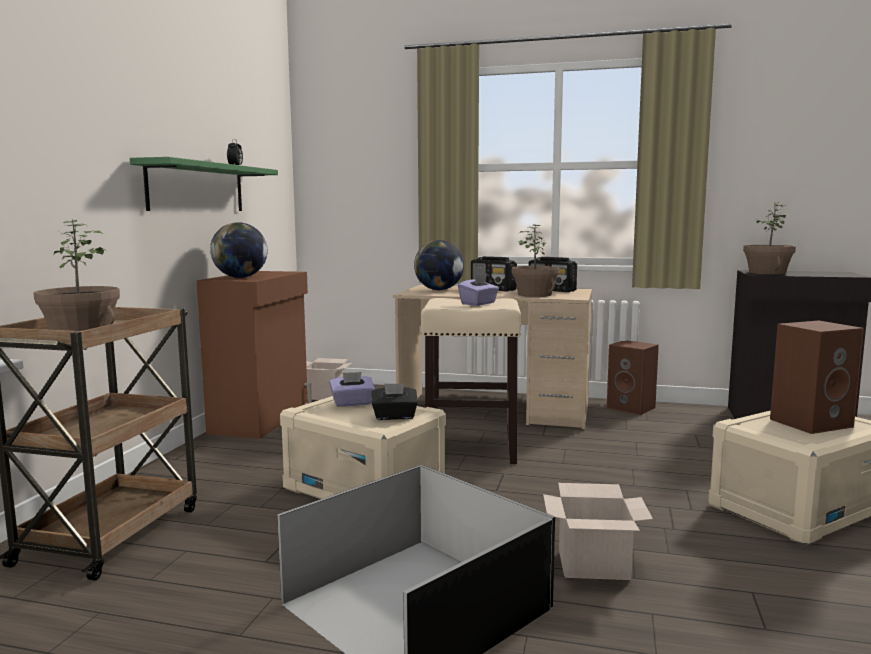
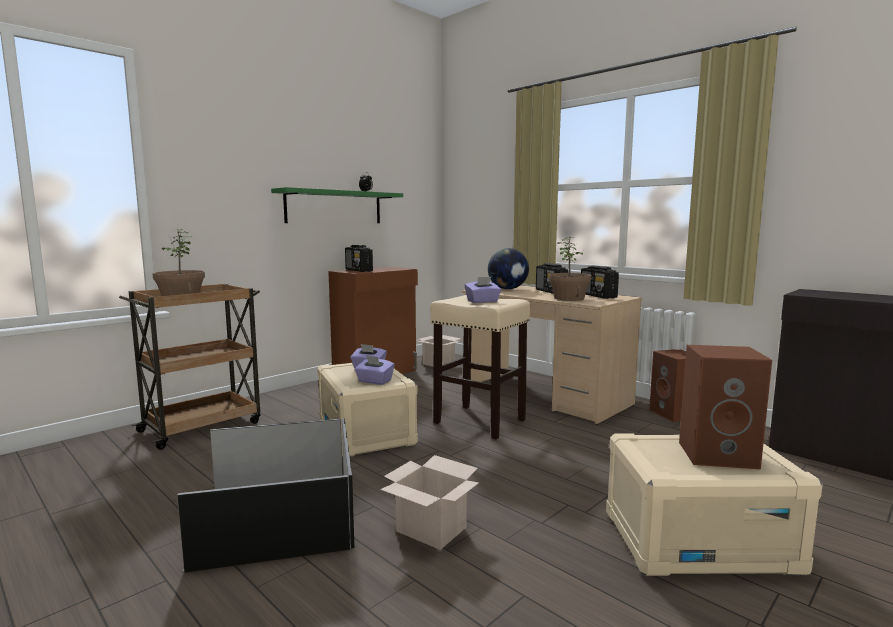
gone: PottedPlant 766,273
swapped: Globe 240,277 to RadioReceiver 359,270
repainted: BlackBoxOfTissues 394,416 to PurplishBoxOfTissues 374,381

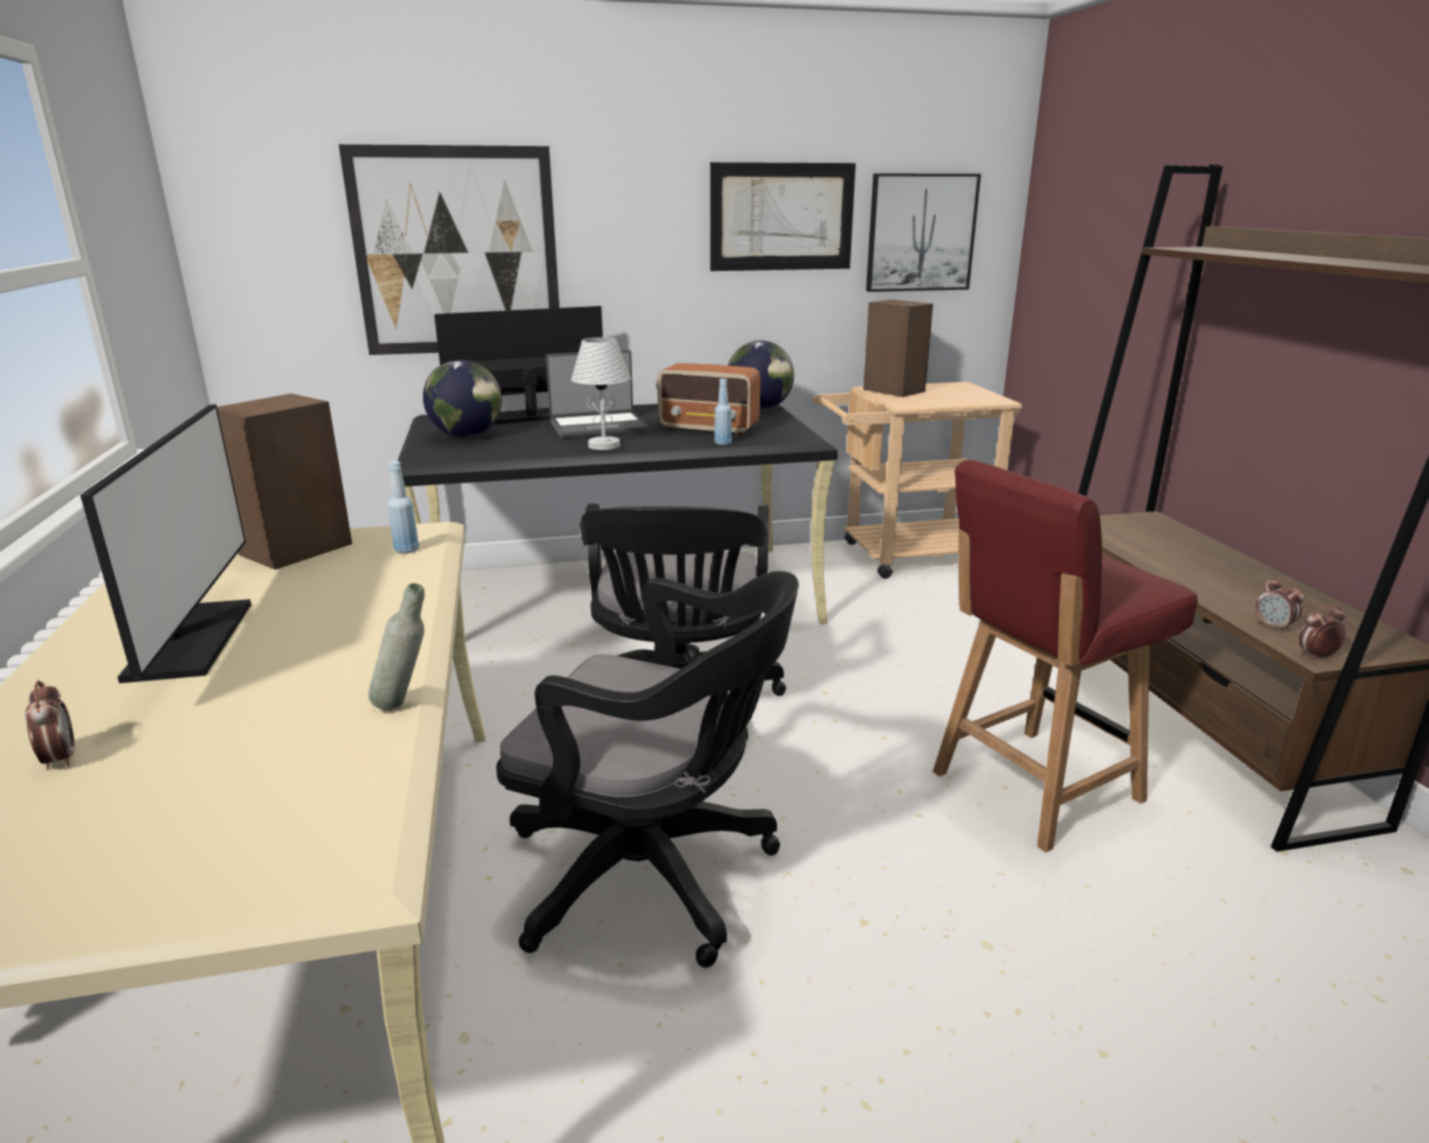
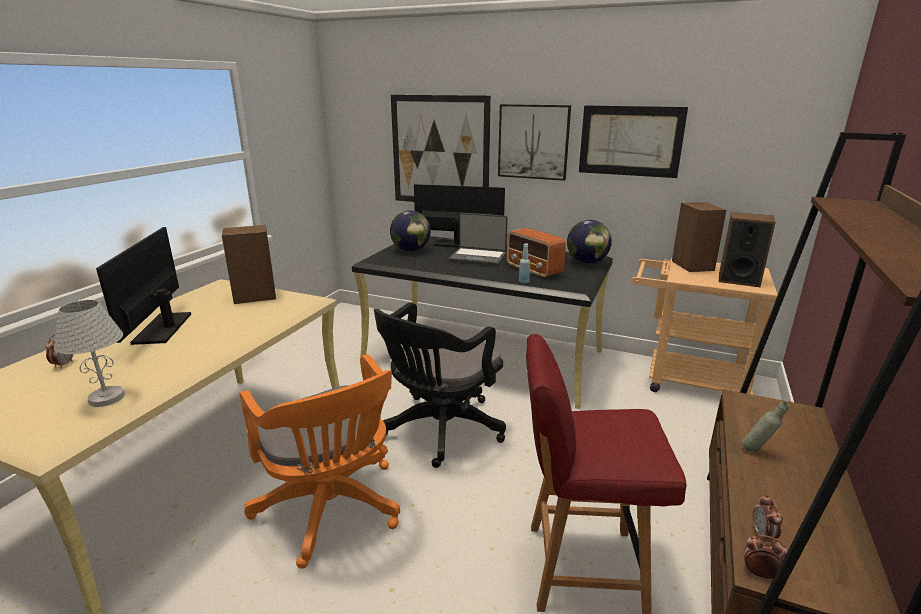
gone: BlueBottle 406,550
new: Loudspeaker 738,280
shifted: WallArt 920,233 to 533,142; WhitishTableLamp 604,445 to 107,397; GreyishBottle 405,705 to 757,452
repainted: BlackComputerChair 654,876 to OrangeColouredComputerChair 332,511
rotated: ComputerDisplay 190,640 = 163,328 150 degrees clockwise

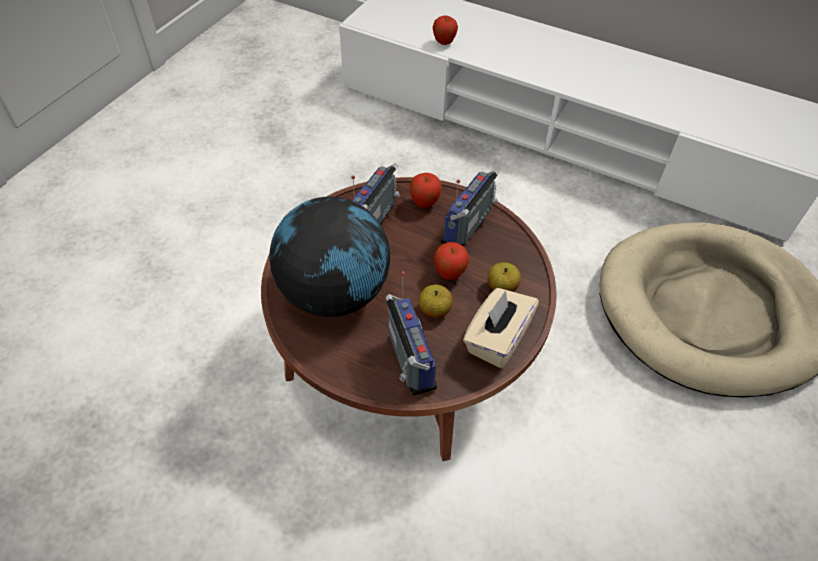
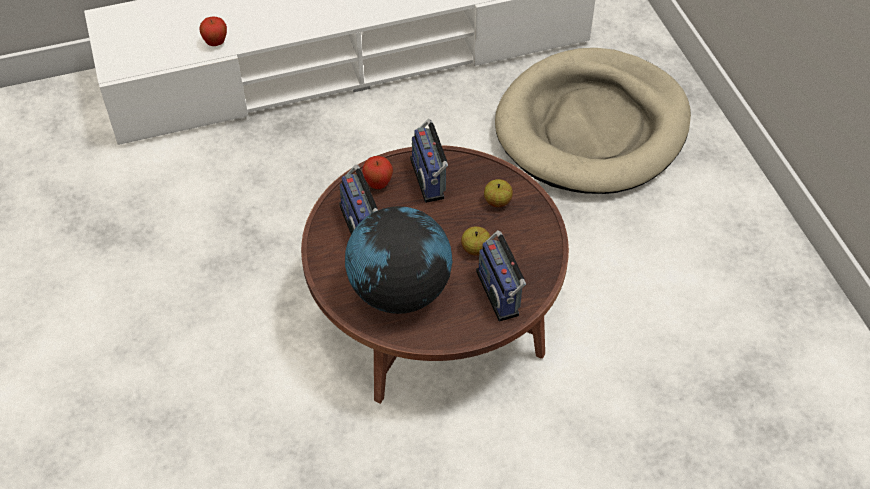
gone: WholeApple 449,274; SandColouredBoxOfTissues 497,339
rotated: RadioReceiver 408,361 = 501,292 135 degrees counterclockwise

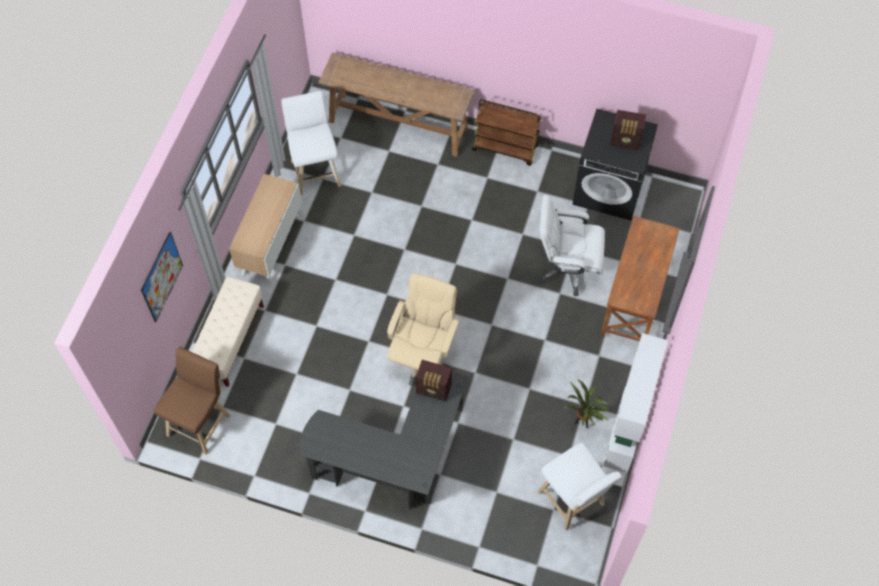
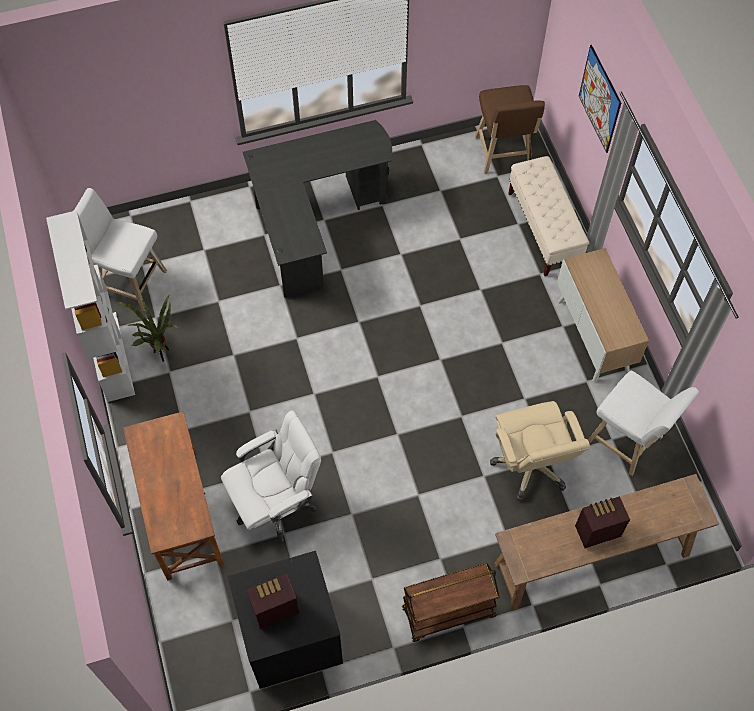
shifted: SandColouredComputerChair 423,356 to 531,466; RadioReceiver 434,389 to 596,530

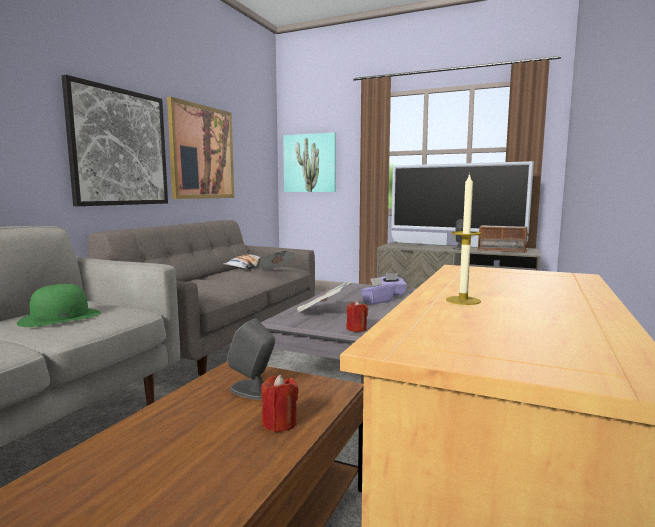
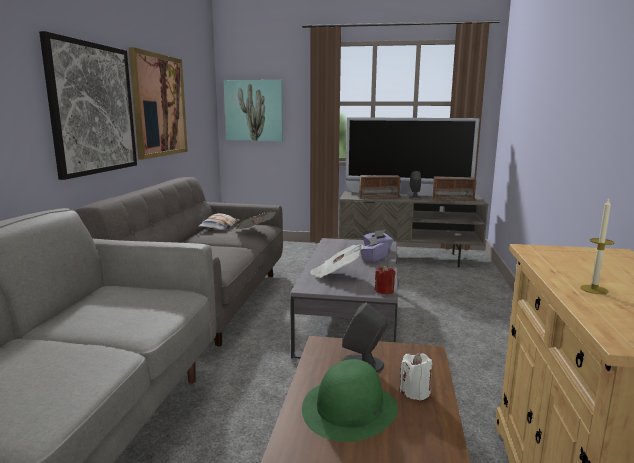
new: RadioReceiver 379,197
shifted: GreenHat 60,317 to 349,408
repainted: ReddishWaxCandle 279,423 to WhitishWaxCandle 415,392

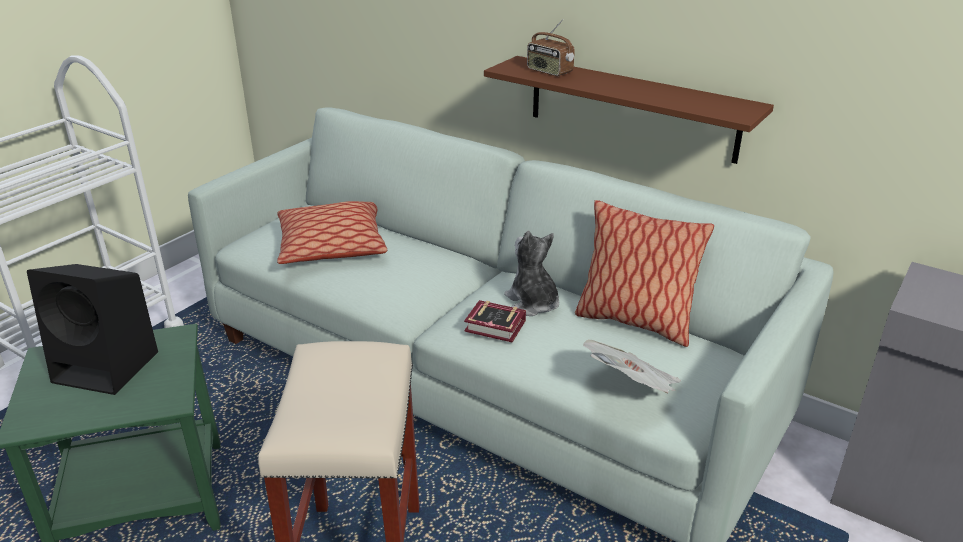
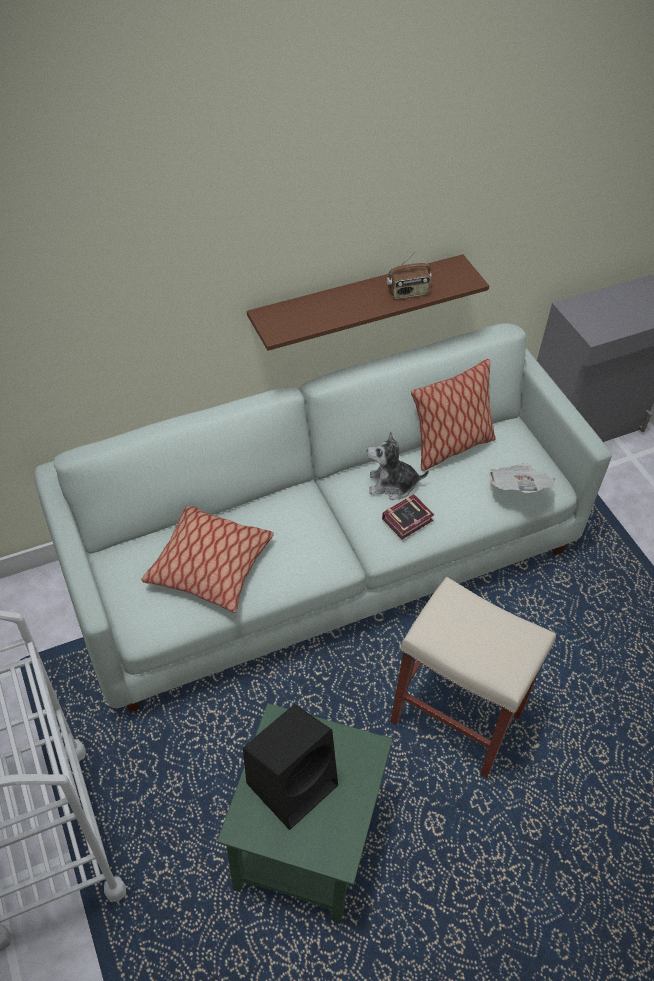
shifted: RadioReceiver 549,72 to 407,292

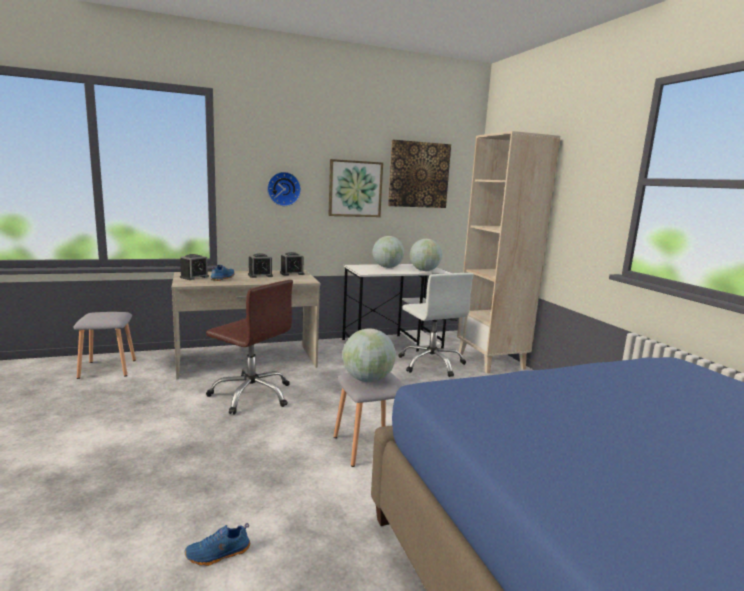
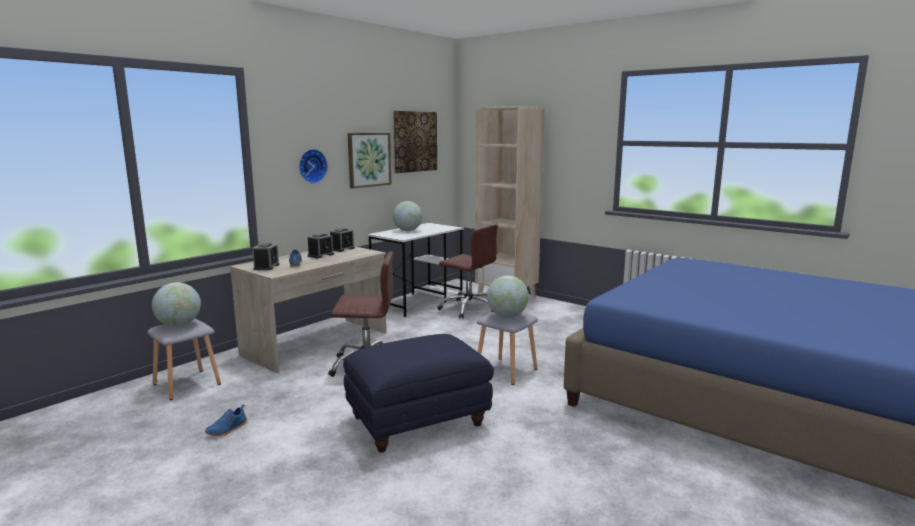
new: BlueFootrest 419,421
shifted: Globe 424,270 to 179,325; BlueLowShoe 218,554 to 227,430
repainted: WhitishComputerChair 431,364 to BrownComputerChair 469,309

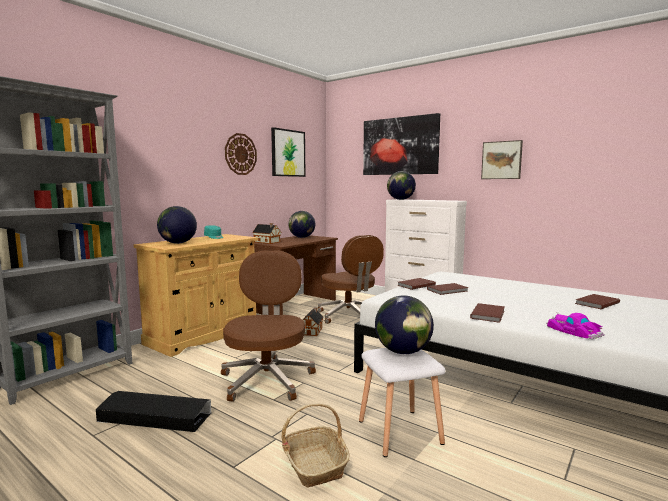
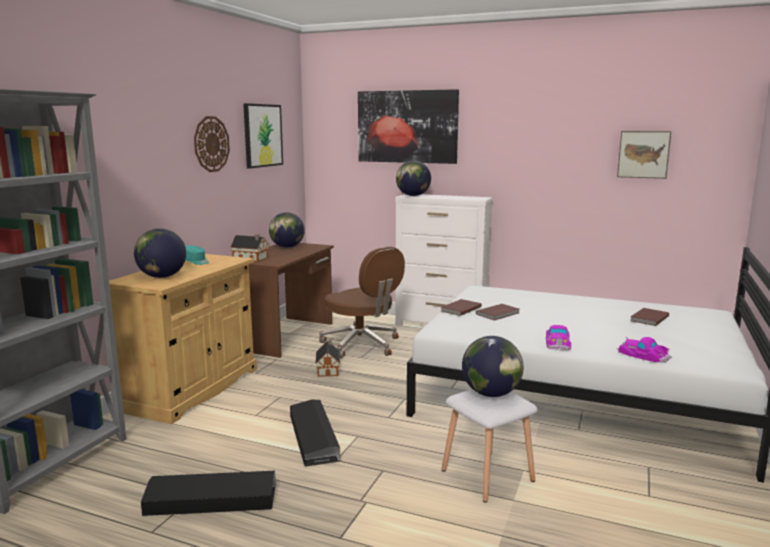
gone: HouseholdBasket 314,464
shifted: WallArt 502,160 to 643,154
swapped: BrownComputerChair 267,379 to BlackStorageContainer 313,437; BrownBoundBook 489,314 to ToyCar 557,342

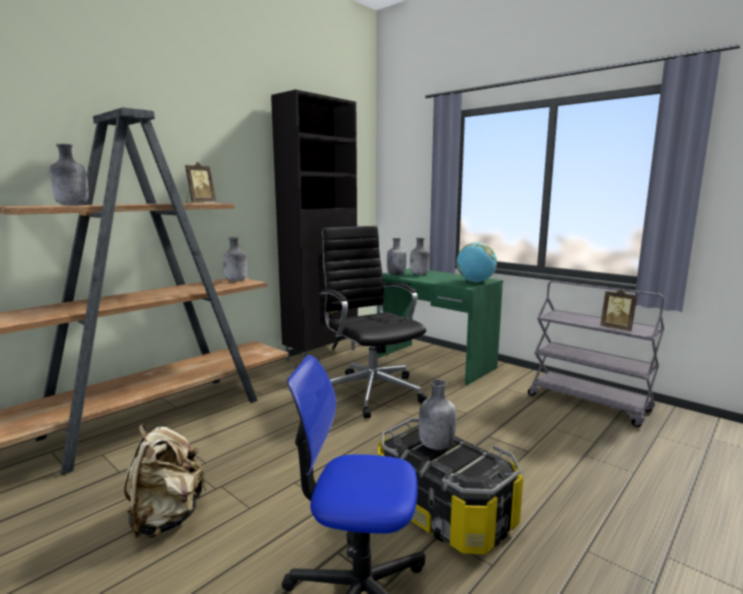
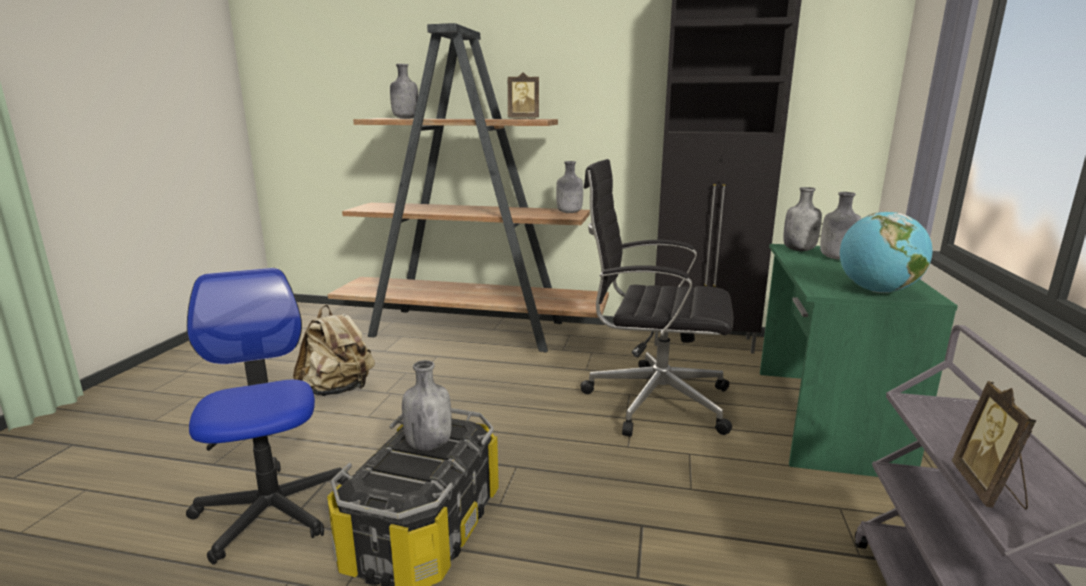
rotated: BlackComputerChair 371,391 = 653,400 105 degrees counterclockwise

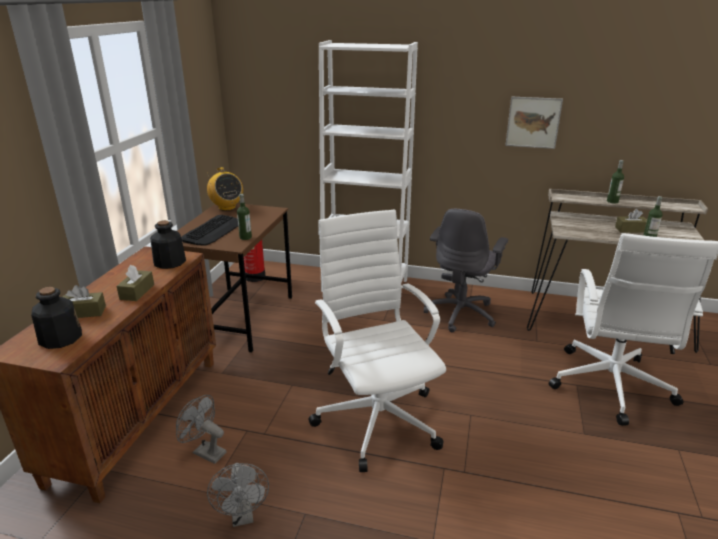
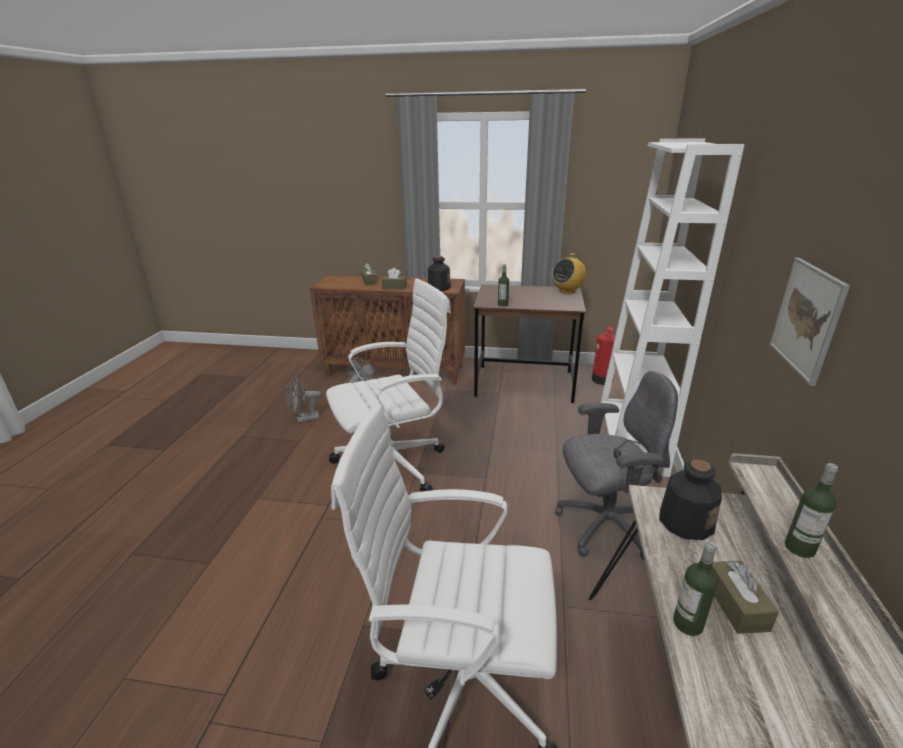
gone: ComputerKeyboard 213,231
shifted: Bottle 60,338 to 685,522
rotated: GreyishComputerChair 461,313 = 604,526 150 degrees clockwise

